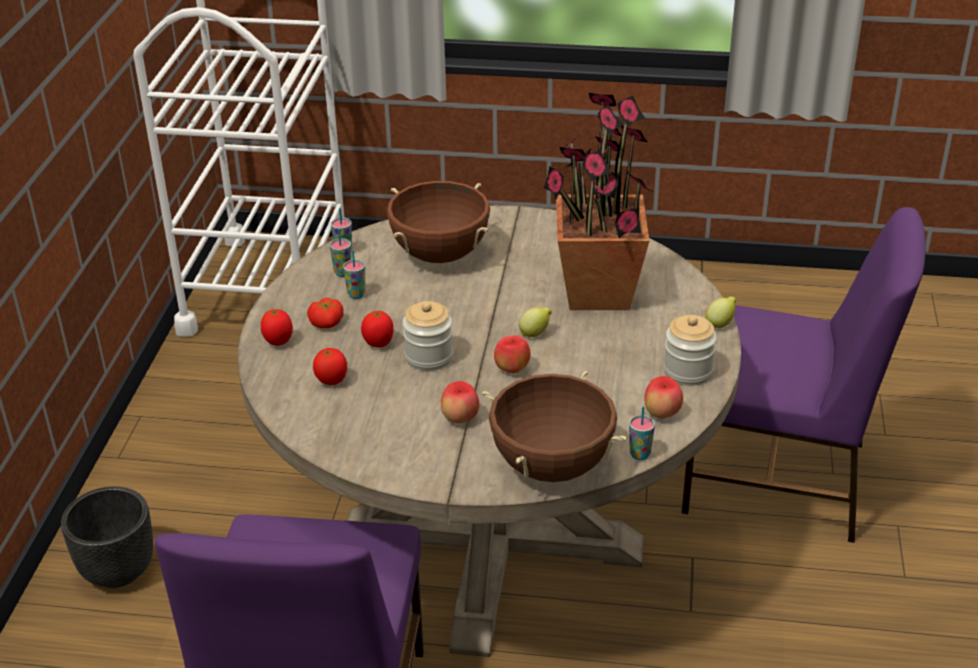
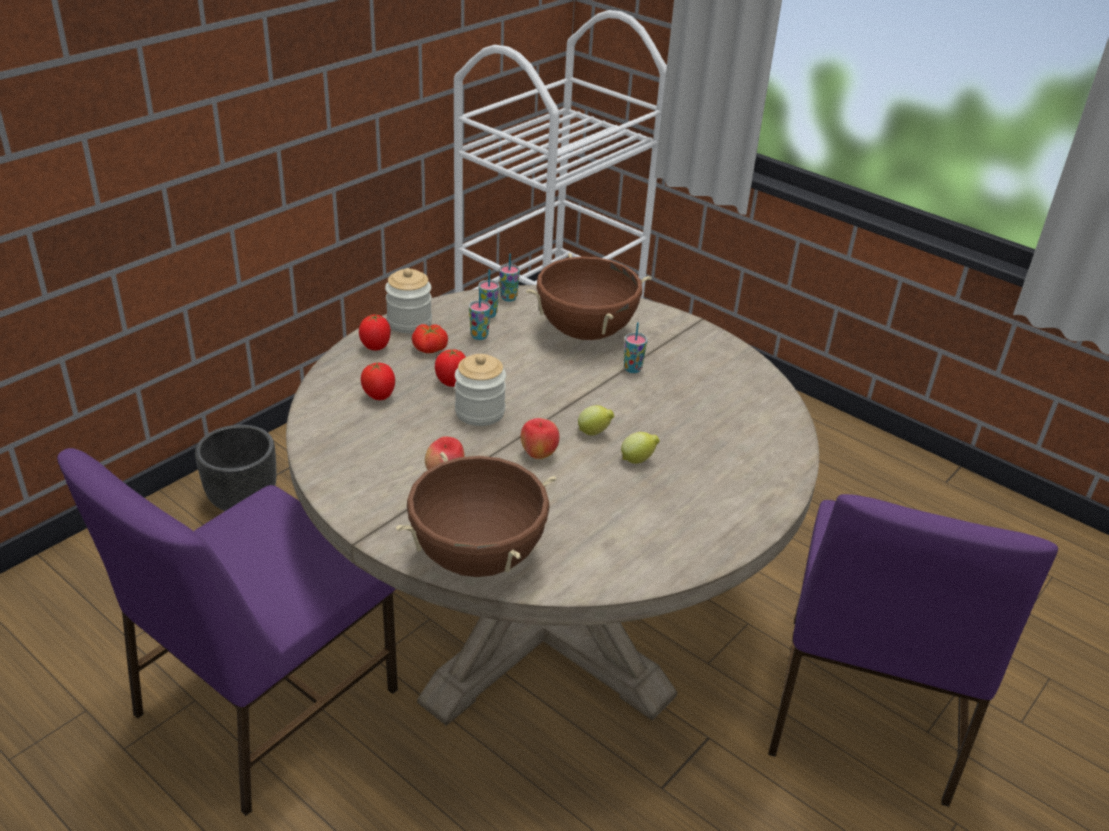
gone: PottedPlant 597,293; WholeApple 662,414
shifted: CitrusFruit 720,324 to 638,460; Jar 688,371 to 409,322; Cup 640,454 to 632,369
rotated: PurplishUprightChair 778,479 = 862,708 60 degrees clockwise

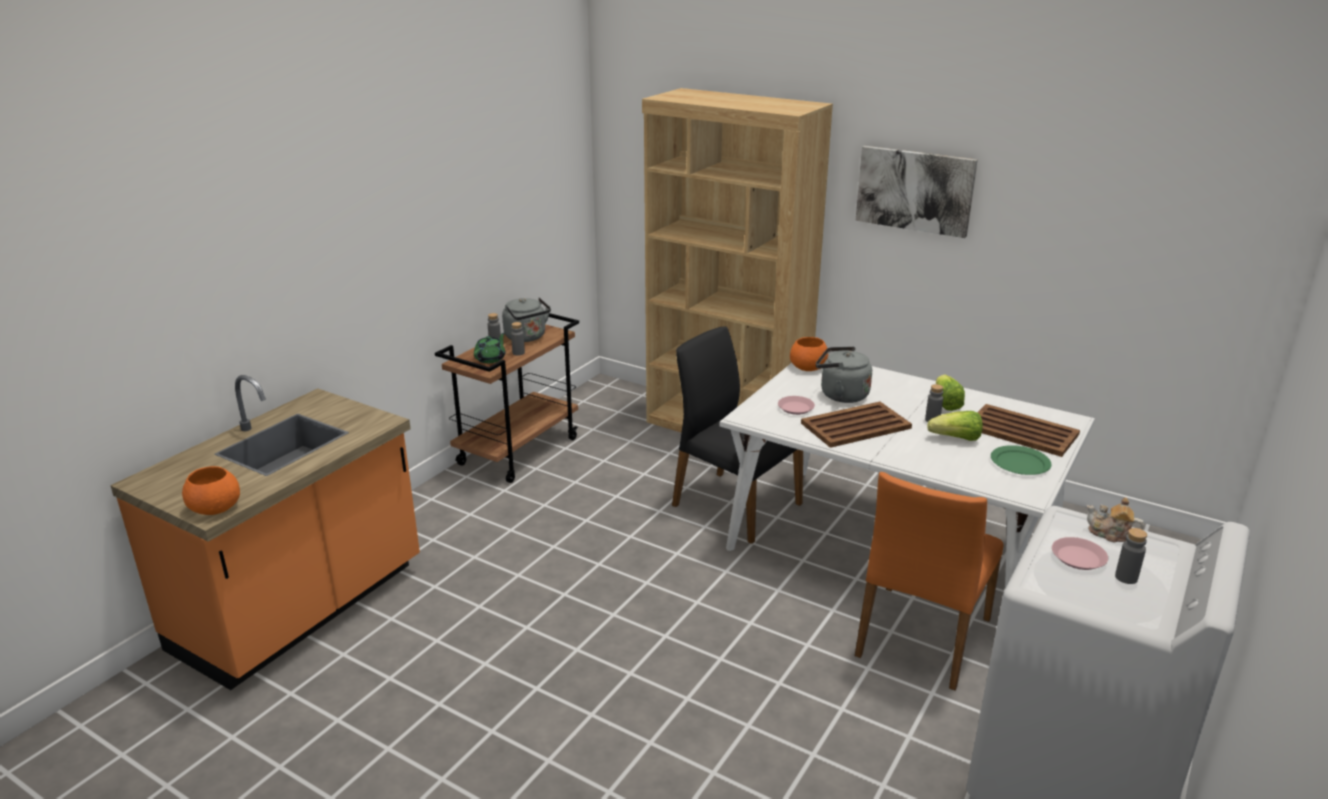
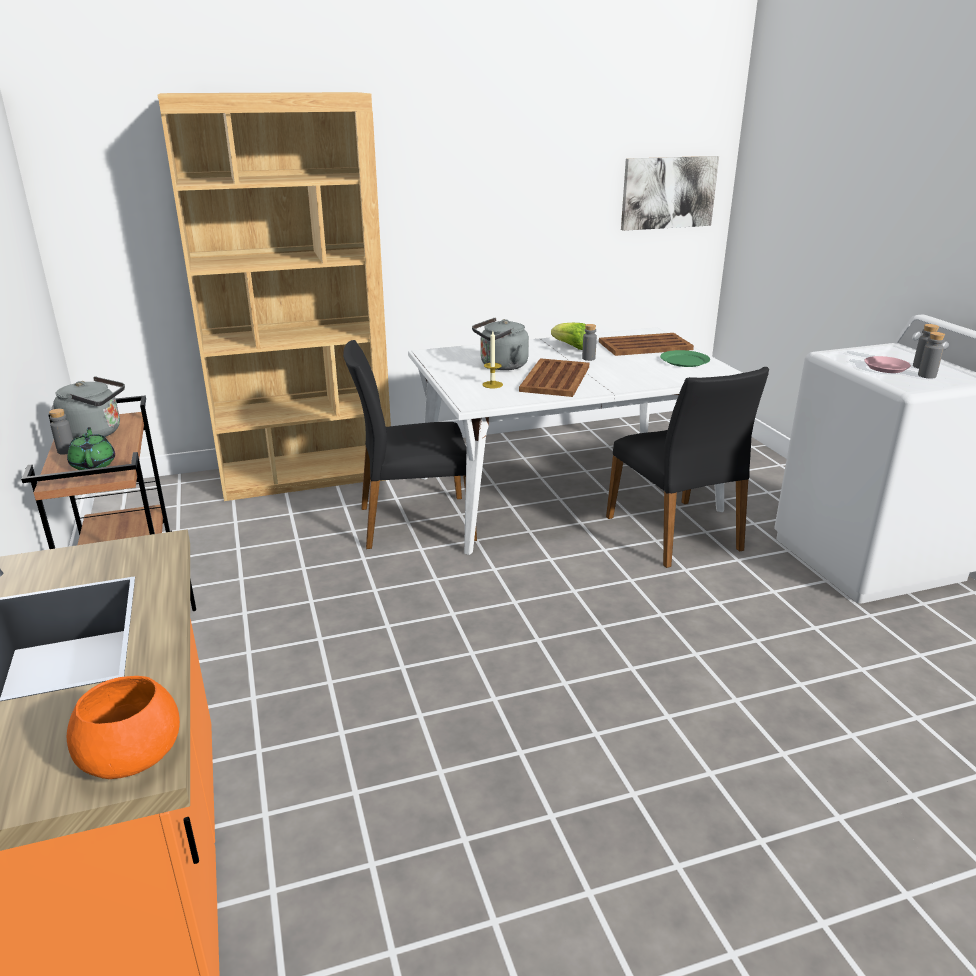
gone: OrangeColouredDeepDish 808,367; LettuceHead 956,439; PotForTea 1109,534
shifted: WallArt 915,190 to 668,192; GreyishBottle 518,353 to 927,375
swapped: PinkPlate 795,408 to WaxCandle 492,384
repainted: OrangeColouredUprightChair 921,637 to BlackUprightChair 675,533

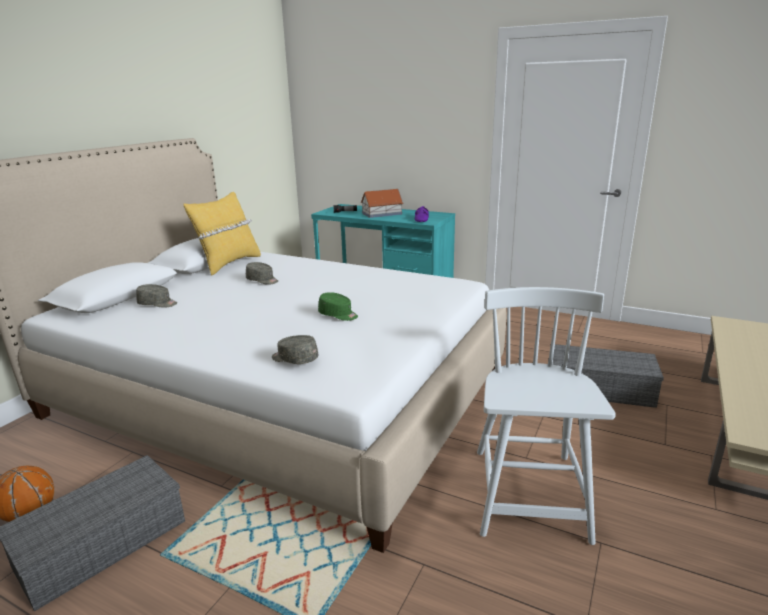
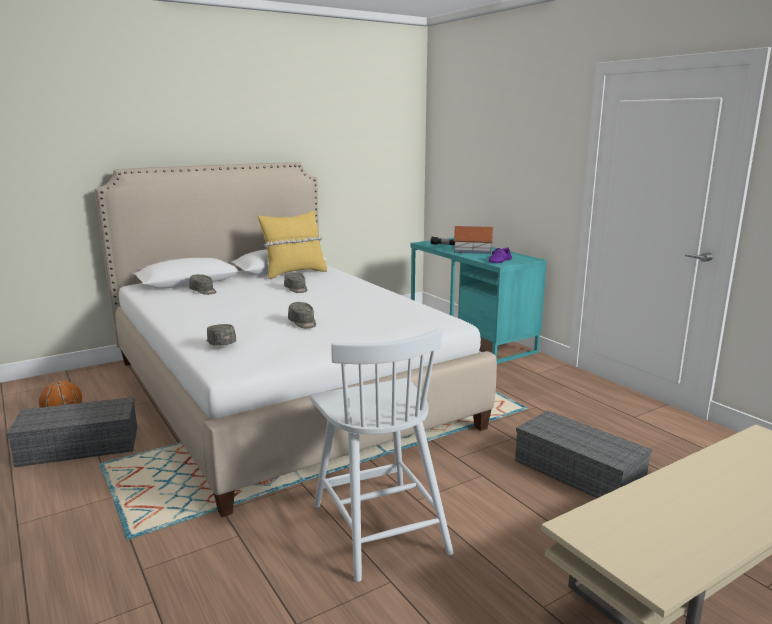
repainted: GreenBaseballCap 338,315 to GreyishBaseballCap 303,323
rotated: WhitishUprightChair 529,496 = 379,526 120 degrees clockwise

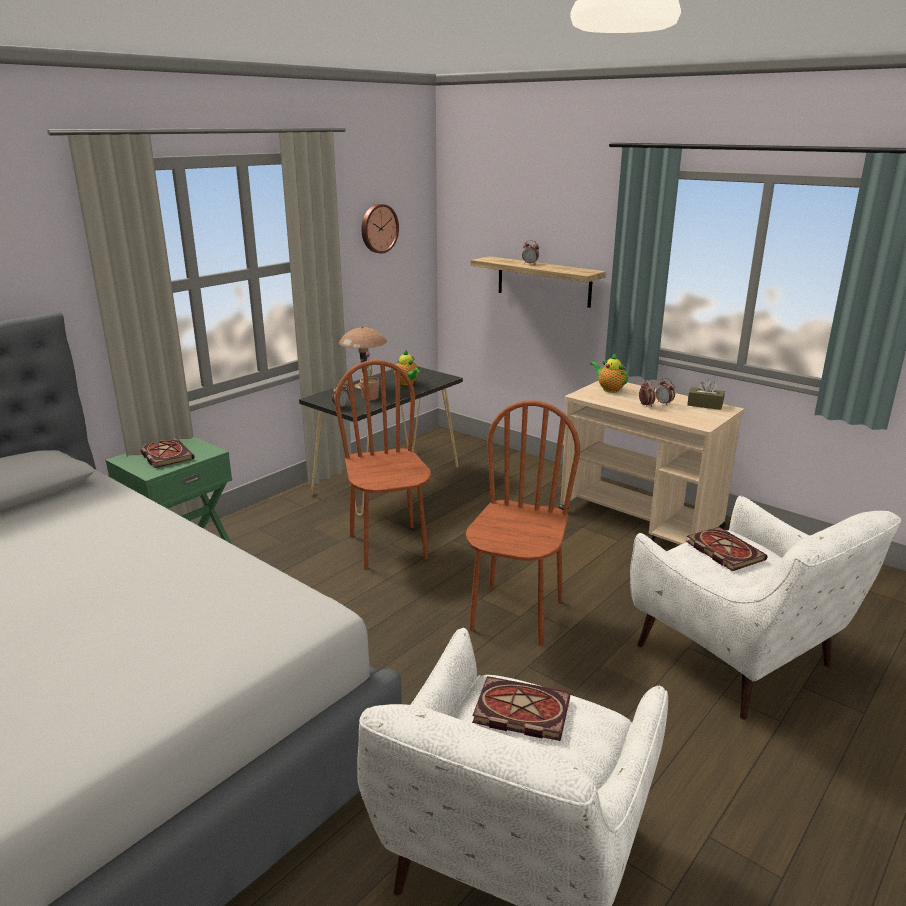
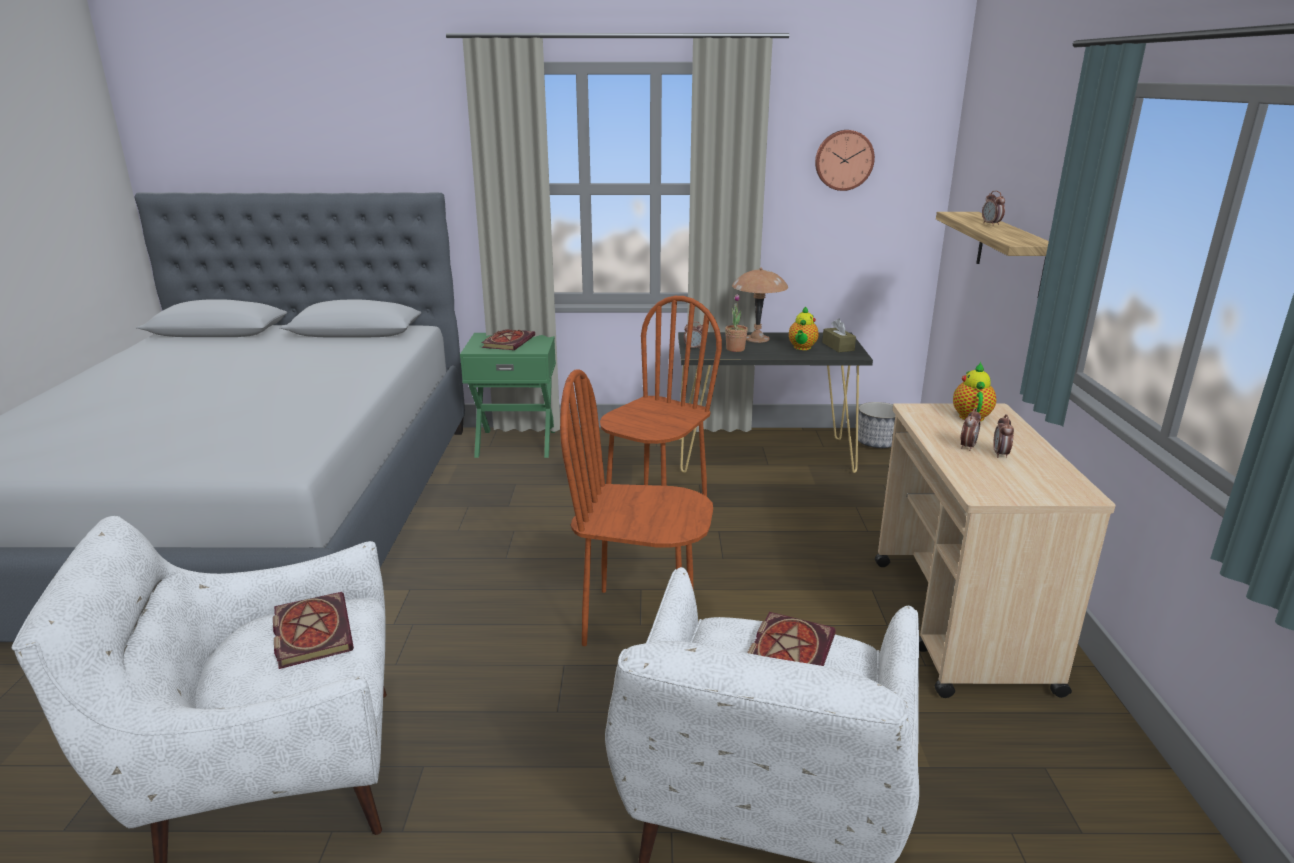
new: Planter 876,442
shifted: BrownBoxOfTissues 705,405 to 838,346
rotated: BrownUprightChair 515,615 = 639,621 150 degrees counterclockwise

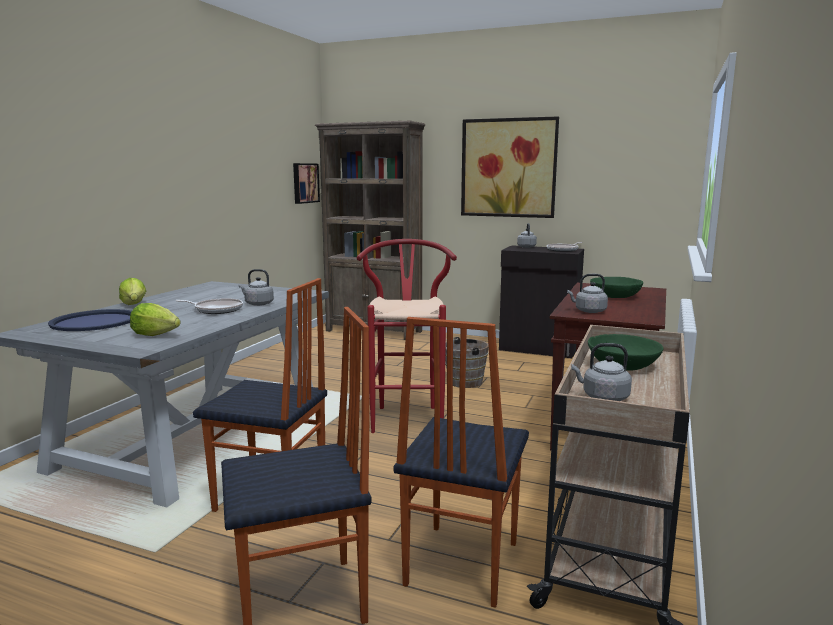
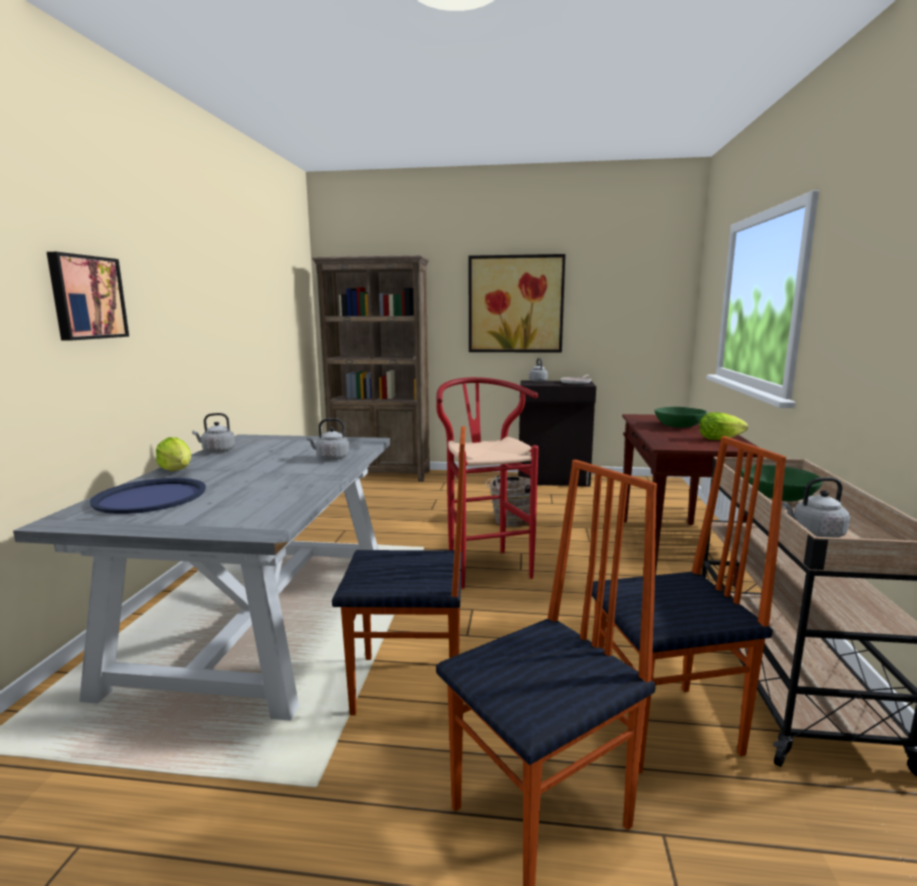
gone: FryingPan 216,310
shifted: WallArt 304,183 to 86,297; GreyishTeaKettle 588,311 to 217,451; LettuceHead 155,335 to 719,439
rotated: UprightChair 459,563 = 666,728 105 degrees counterclockwise

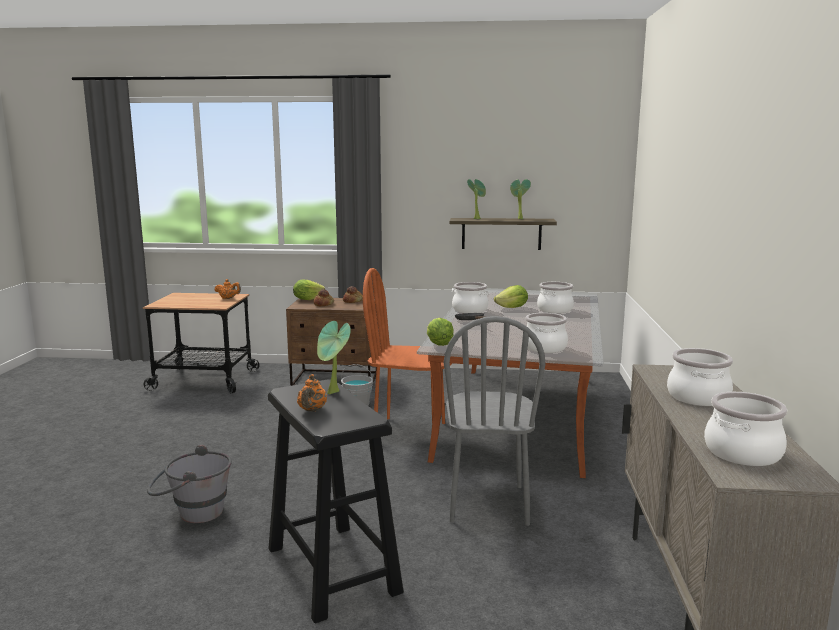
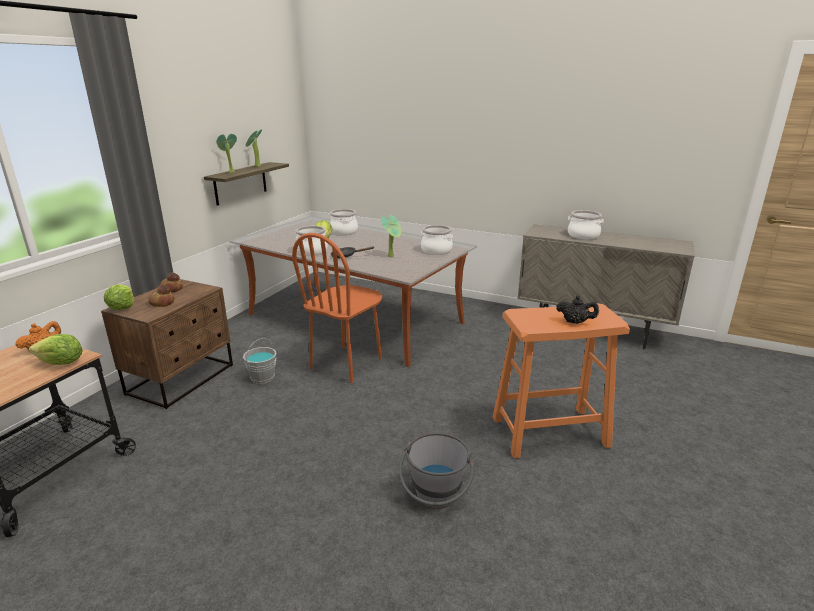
gone: GreyishUprightChair 488,504; Stockpot 743,453
shifted: LettuceHead 438,344 to 61,363; PottedPlant 333,393 to 392,256
repainted: OrangeColouredPotForTea 312,410 to BlackPotForTea 575,322; BlackStool 332,570 to OrangeColouredStool 550,432

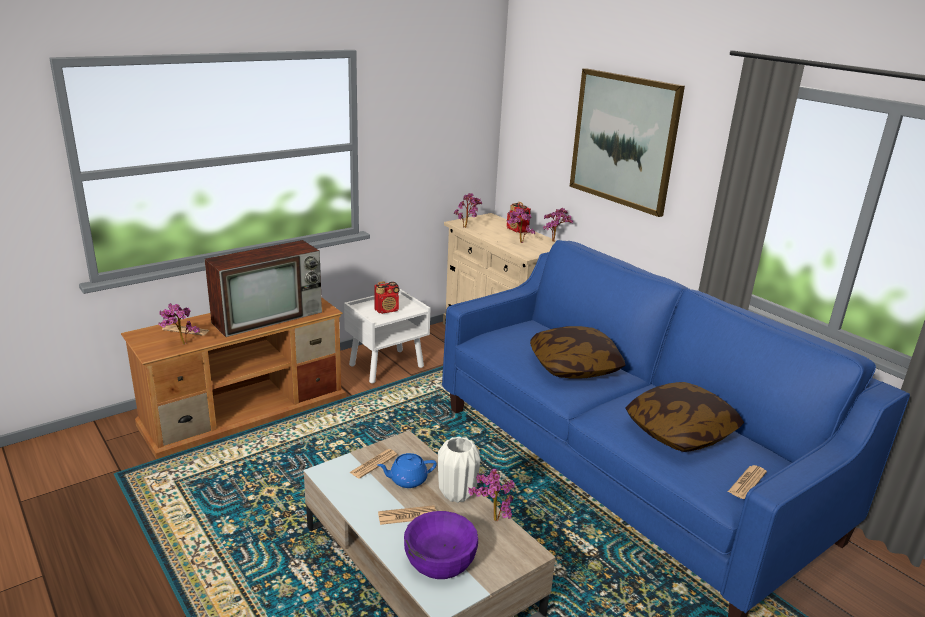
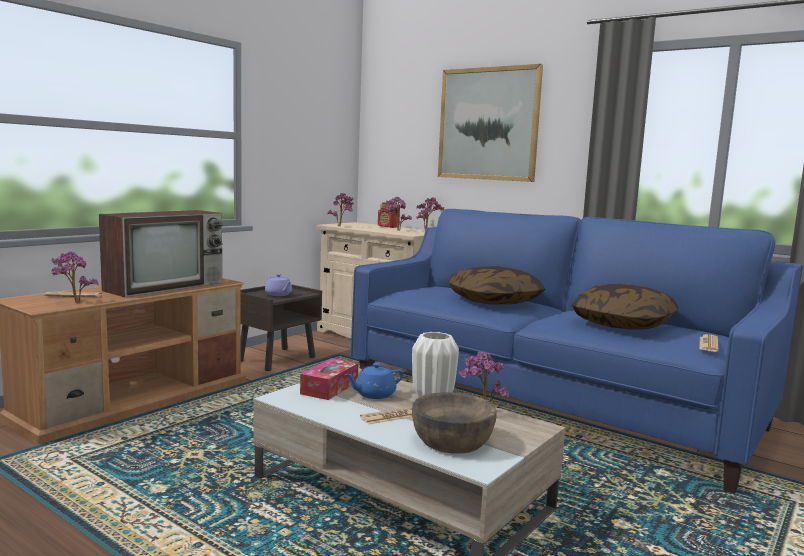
swapped: RadioReceiver 387,310 to PurplishPotForTea 278,294; DailyPaper 373,464 to BoxOfTissues 329,388
repainted: WhitishNightstand 387,365 to BrownNightstand 277,359; PurplishDeepDish 440,560 to BrownDeepDish 452,440

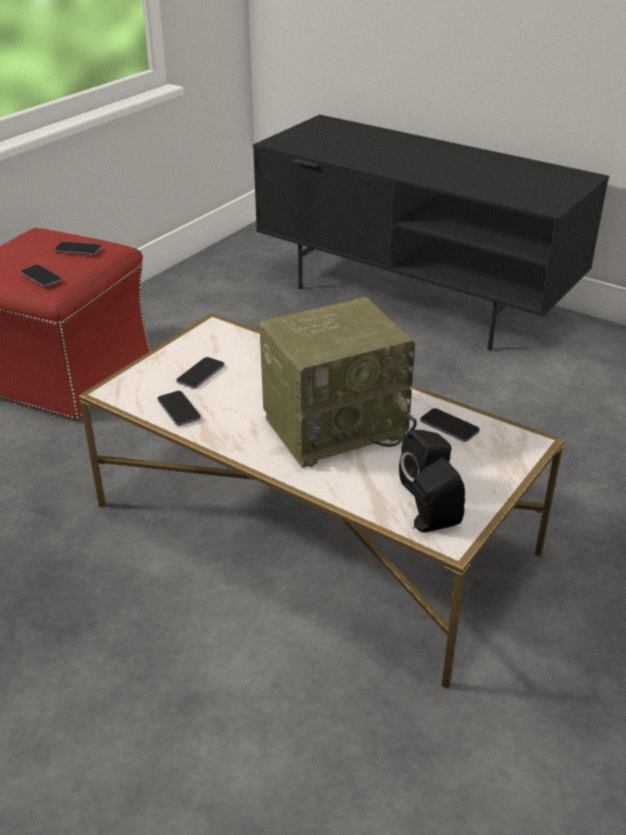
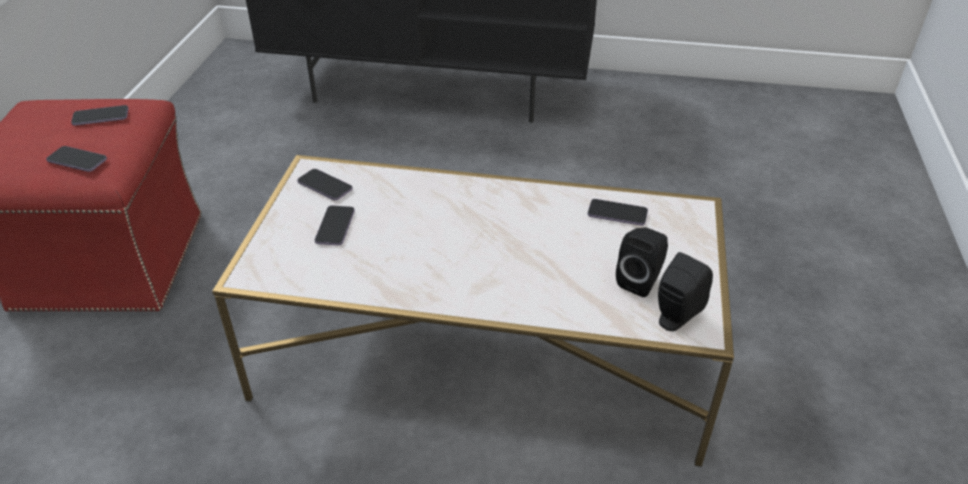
gone: RadioReceiver 336,425
shifted: Handset 179,410 to 325,186

